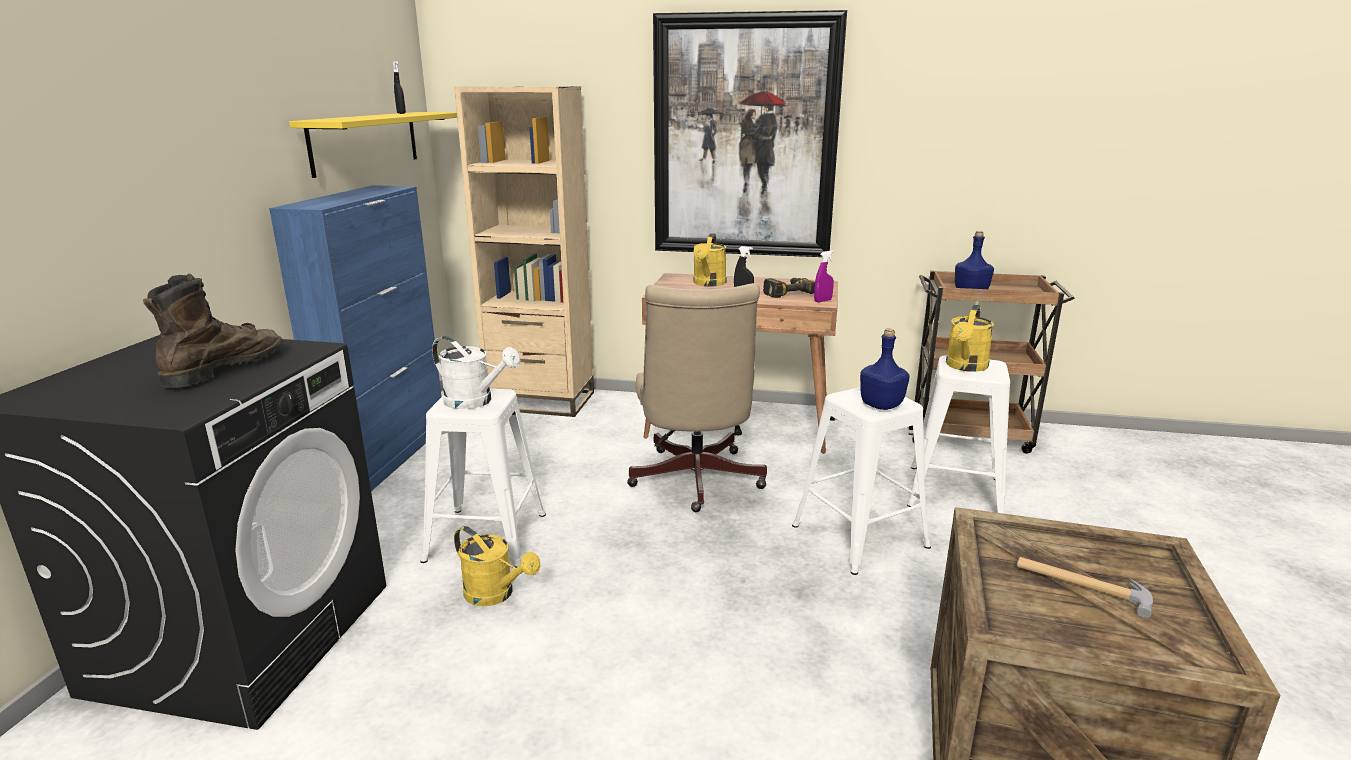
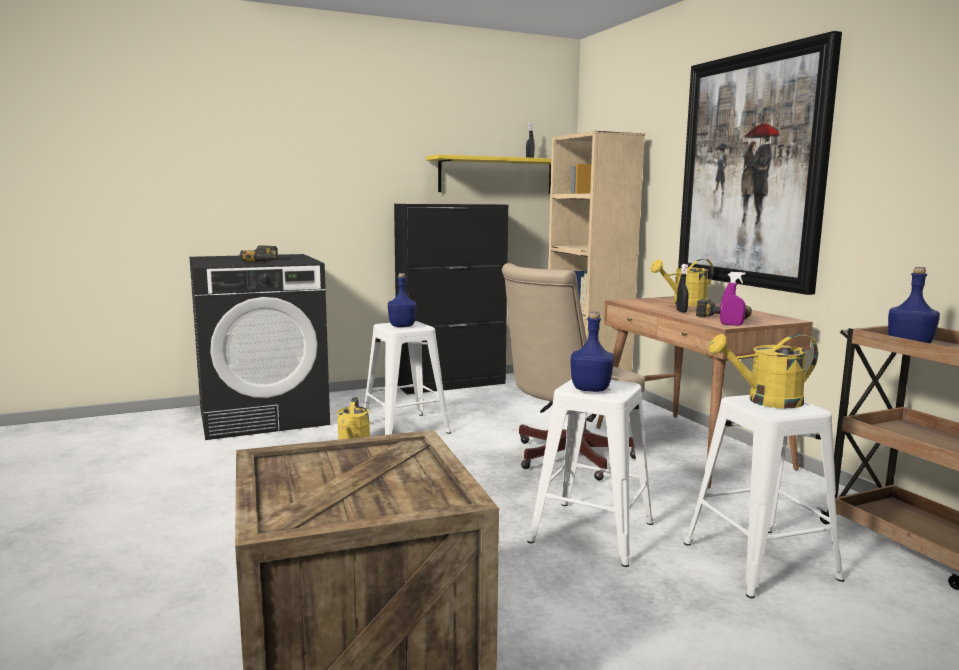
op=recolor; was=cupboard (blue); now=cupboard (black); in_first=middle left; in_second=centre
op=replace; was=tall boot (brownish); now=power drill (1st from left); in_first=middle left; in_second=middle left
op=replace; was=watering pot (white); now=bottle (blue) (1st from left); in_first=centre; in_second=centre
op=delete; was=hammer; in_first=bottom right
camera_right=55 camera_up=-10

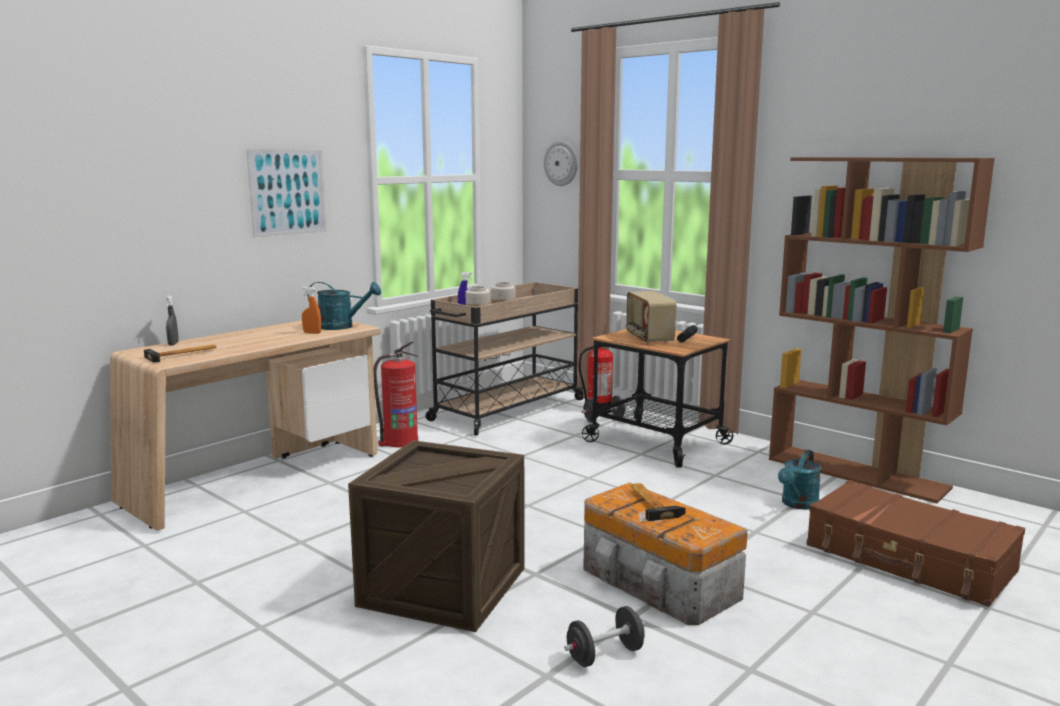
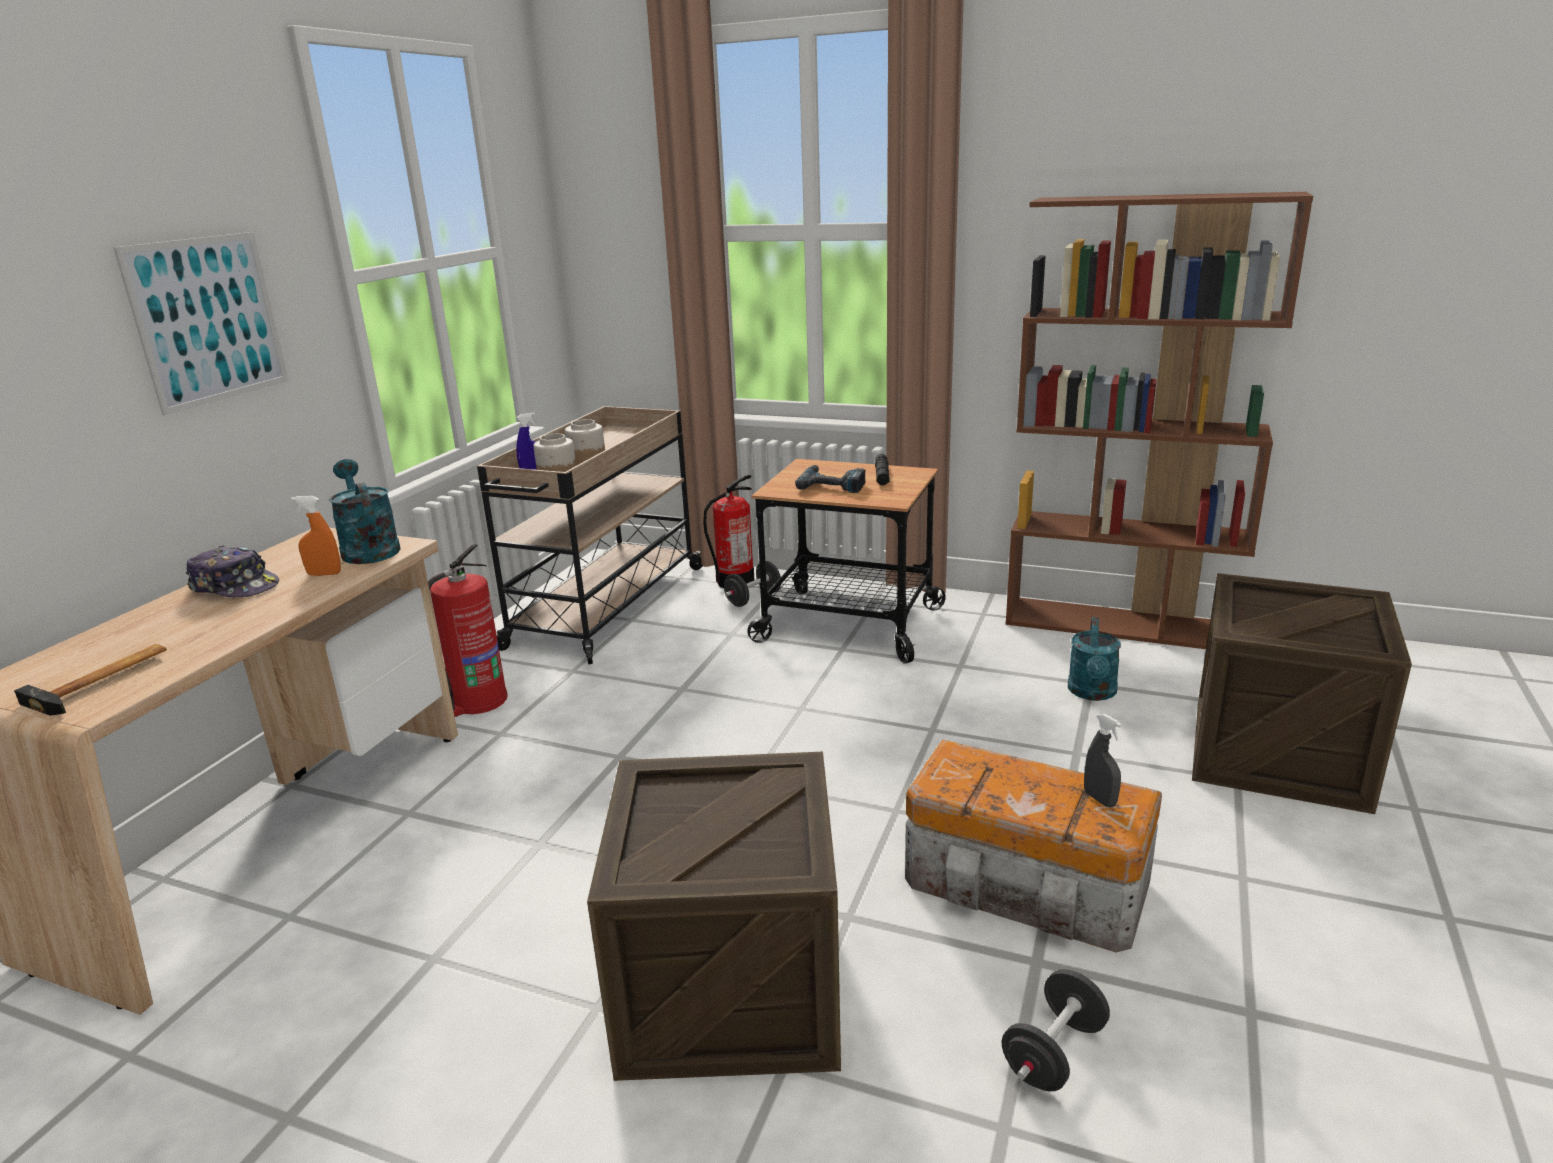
op=delete; was=wall clock; in_first=top centre
op=rotate; was=watering pot (turquoise-coloured) (1st from left); in_first=middle left; in_second=middle left; clockwise=-105
op=replace; was=radio set; now=power drill; in_first=centre; in_second=centre
op=move; was=hand sprayer (grey); in_first=middle left; in_second=middle right
op=replace; was=travel case (brownish); now=crate (2nd from left); in_first=bottom right; in_second=middle right
op=delete; was=hammer (2nd from left); in_first=bottom centre
op=insert; now=baseball cap; in_second=middle left
camera_right=-20 camera_up=10

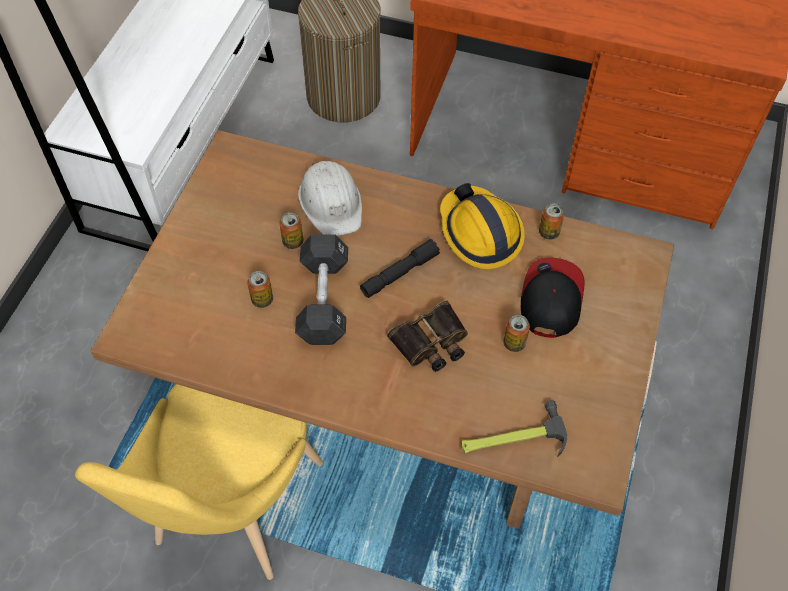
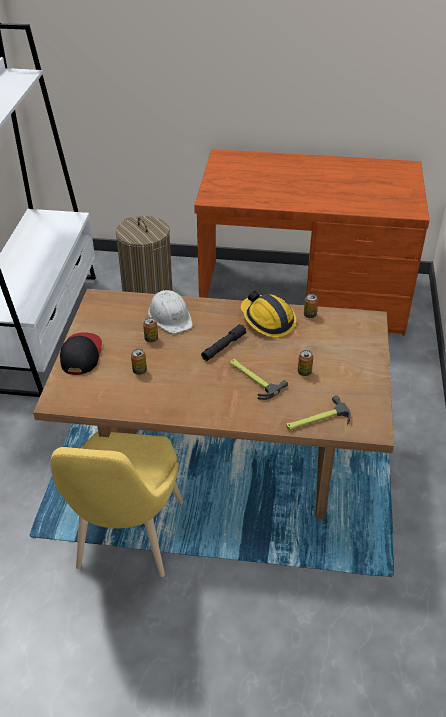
op=delete; was=dumbbell (black); in_first=centre
op=move; was=baseball cap; in_first=middle right; in_second=middle left
op=replace; was=binoculars; now=hammer (1st from left); in_first=centre; in_second=centre
camera_right=-10 camera_up=-15

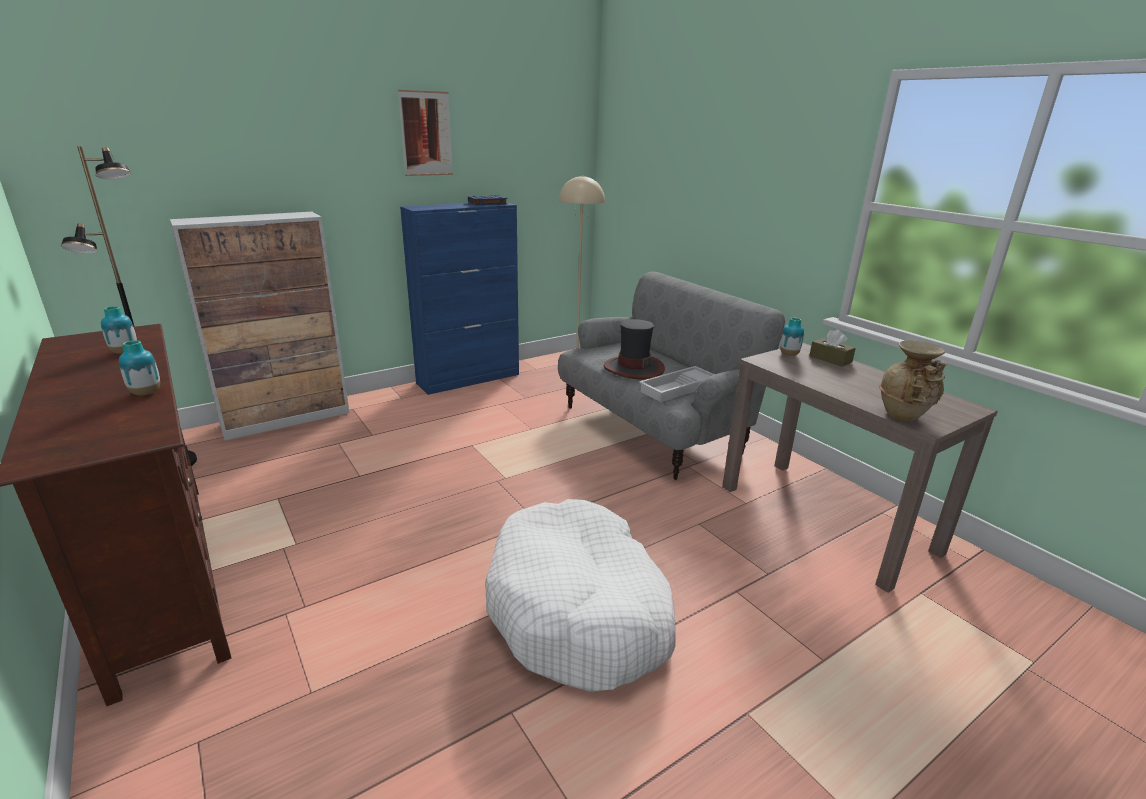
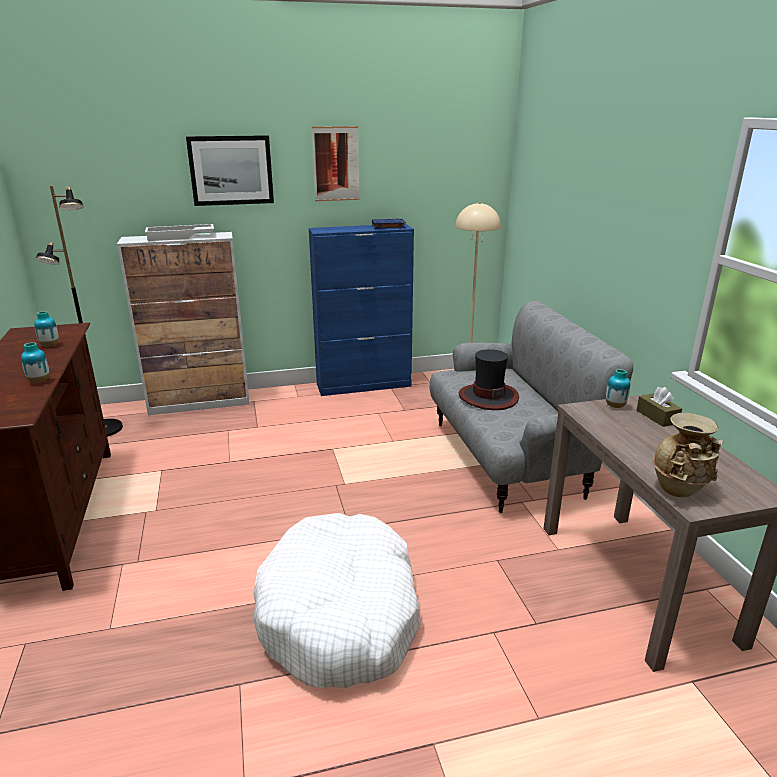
op=move; was=serving tray (white); in_first=centre; in_second=top left
op=insert; now=picture (1st from left); in_second=top left
camera_right=20 camera_up=0

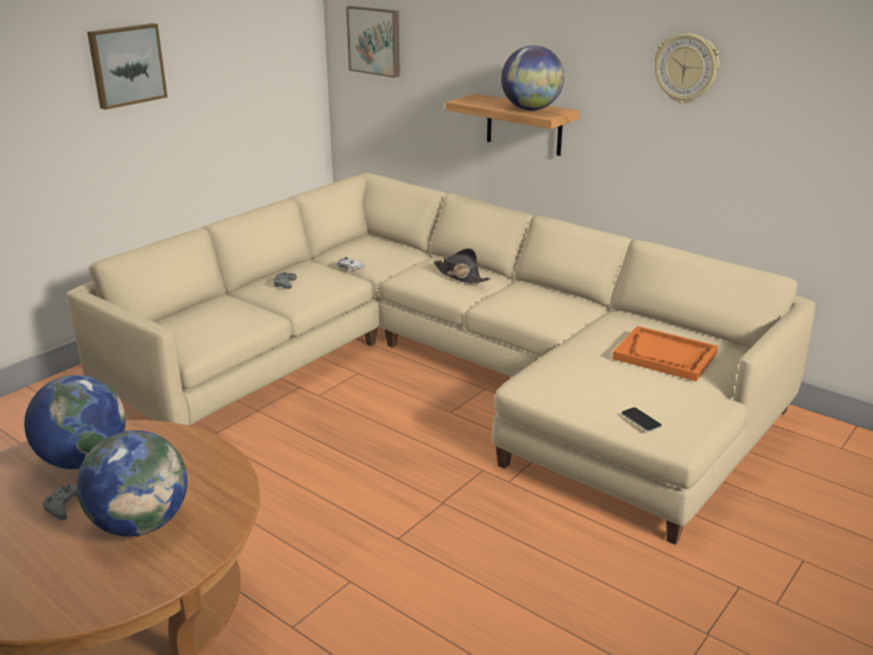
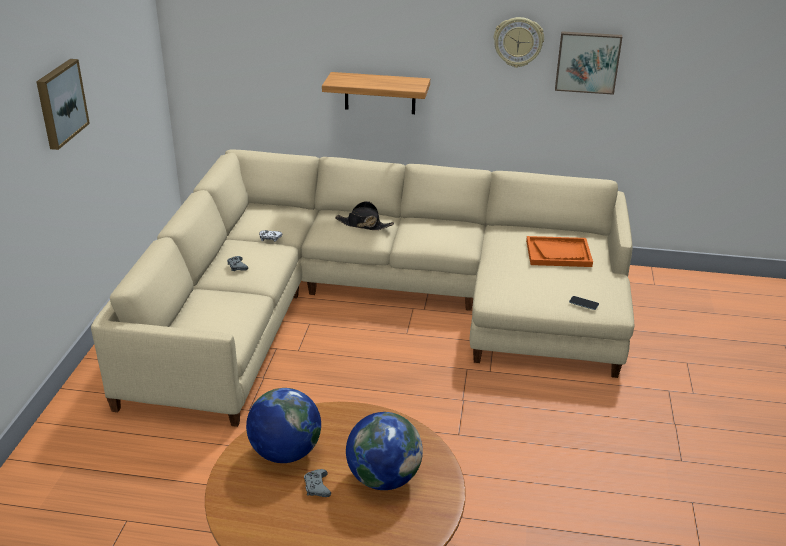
op=move; was=picture (2nd from left); in_first=top centre; in_second=top right
op=delete; was=world globe (3rd from left); in_first=top centre
camera_right=-30 camera_up=5

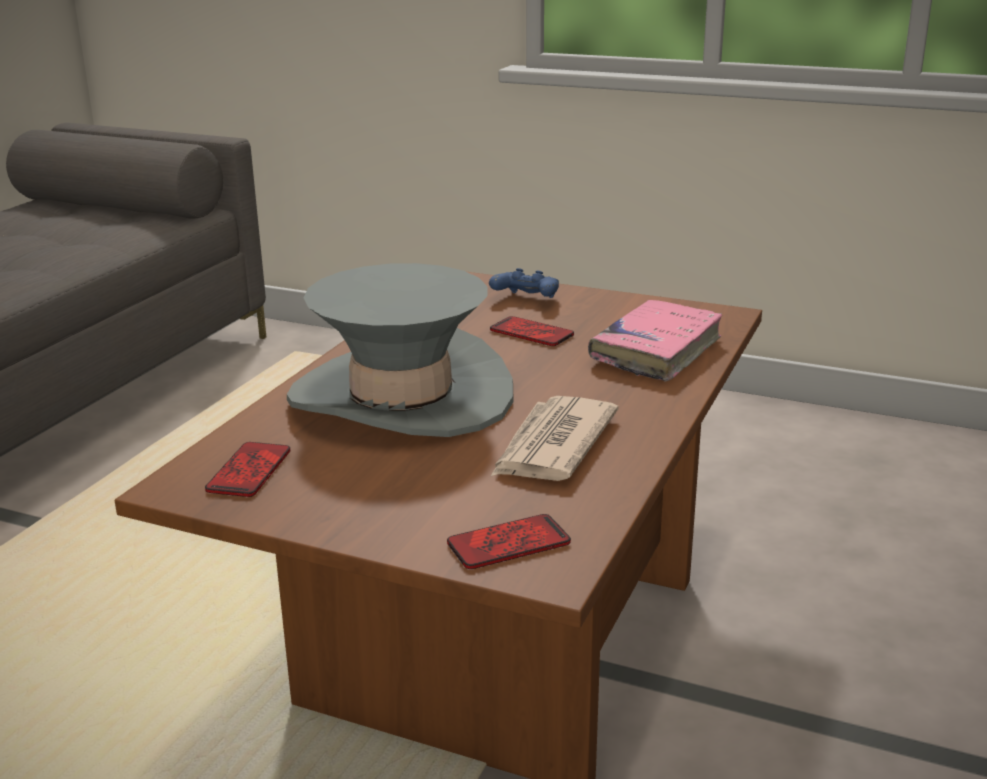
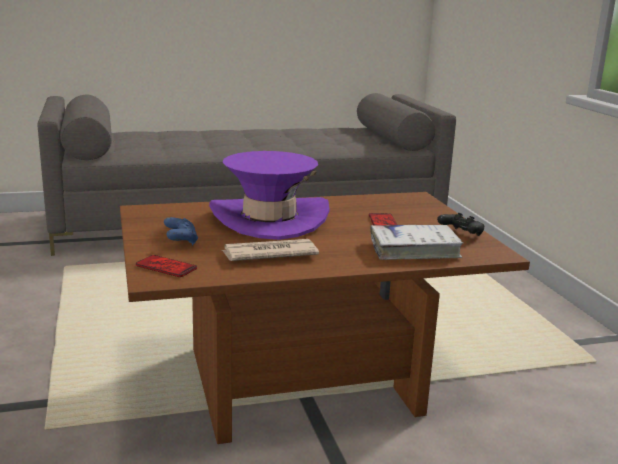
op=recolor; was=wearable hat (grey); now=wearable hat (purplish); in_first=centre; in_second=centre
op=move; was=game controller (blue); in_first=centre; in_second=middle left
op=recolor; was=volume (pinkish); now=volume (white); in_first=centre; in_second=middle right
op=delete; was=telephone (1st from left); in_first=middle left
op=insert; now=game controller (black); in_second=middle right
camera_right=50 camera_up=-5

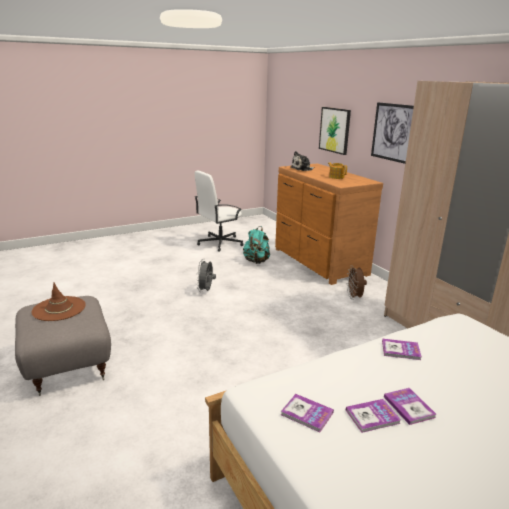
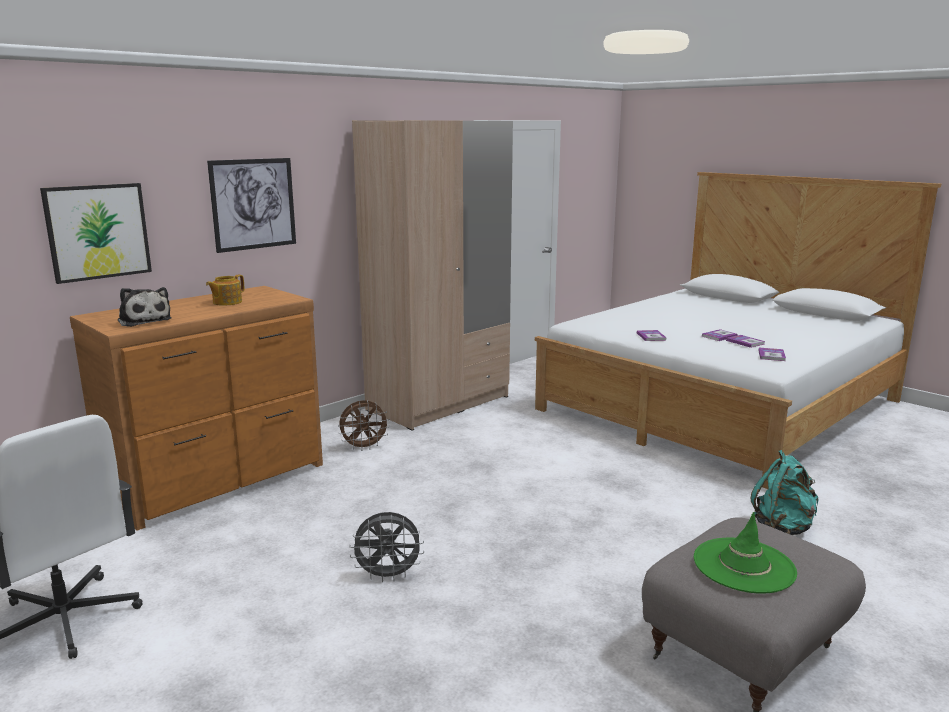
op=move; was=backpack (turquoise-coloured); in_first=centre; in_second=bottom right
op=recolor; was=wearable hat (brownish); now=wearable hat (green-coloured); in_first=middle left; in_second=bottom right
camera_right=-105 camera_up=-5

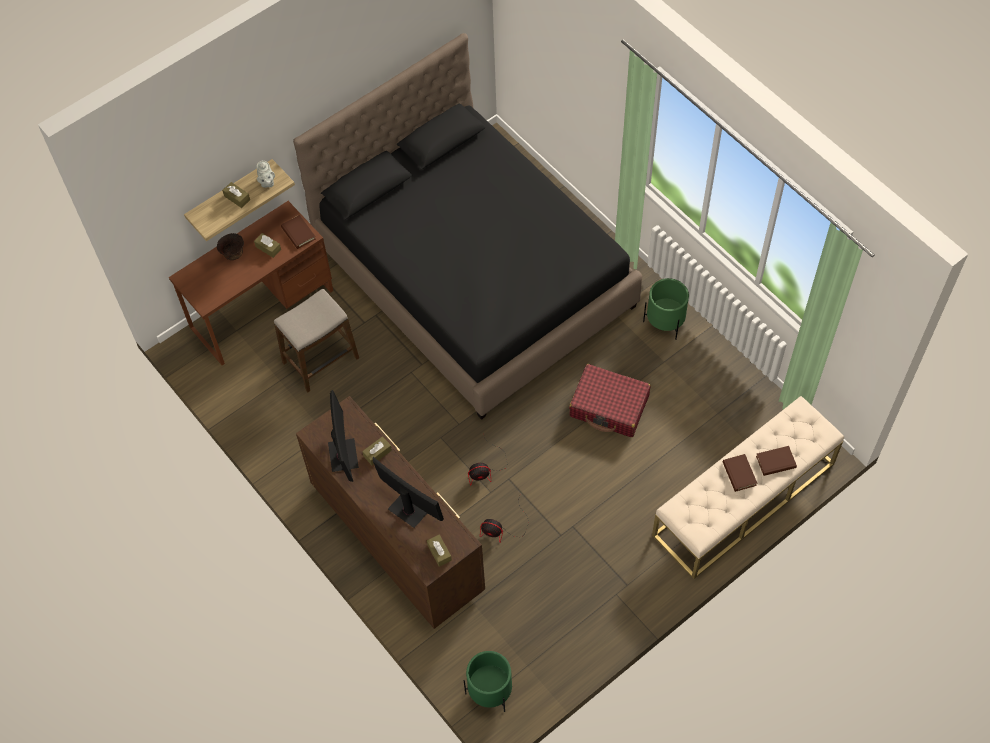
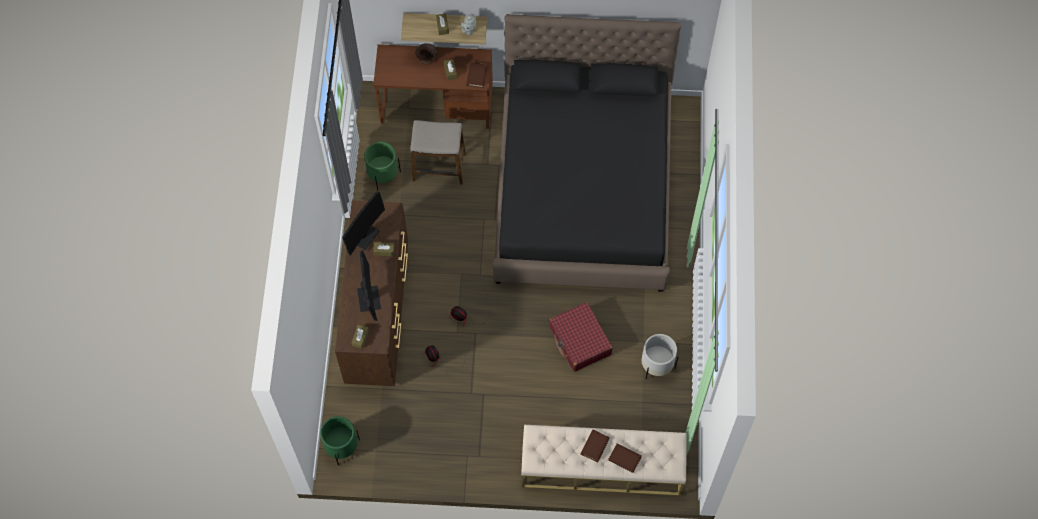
op=move; was=plant pot (green-coloured) (2nd from left); in_first=middle right; in_second=top centre
op=insert; now=plant pot (white); in_second=bottom centre
camera_right=40 camera_up=5

